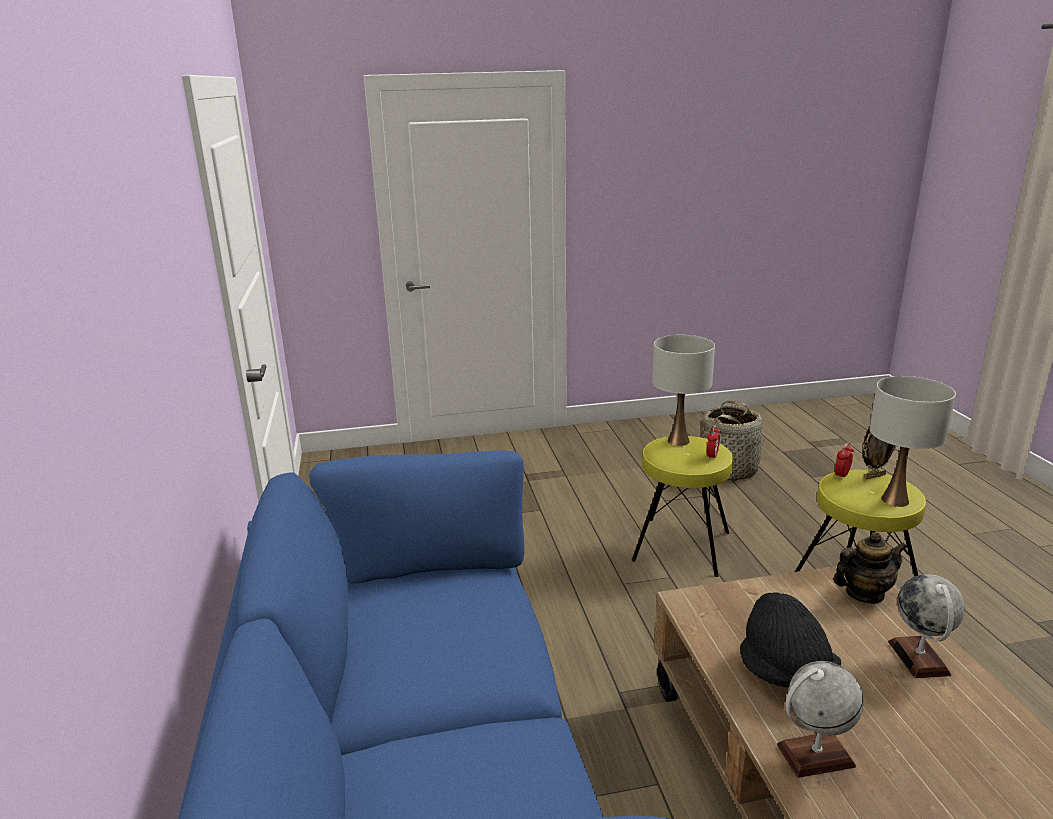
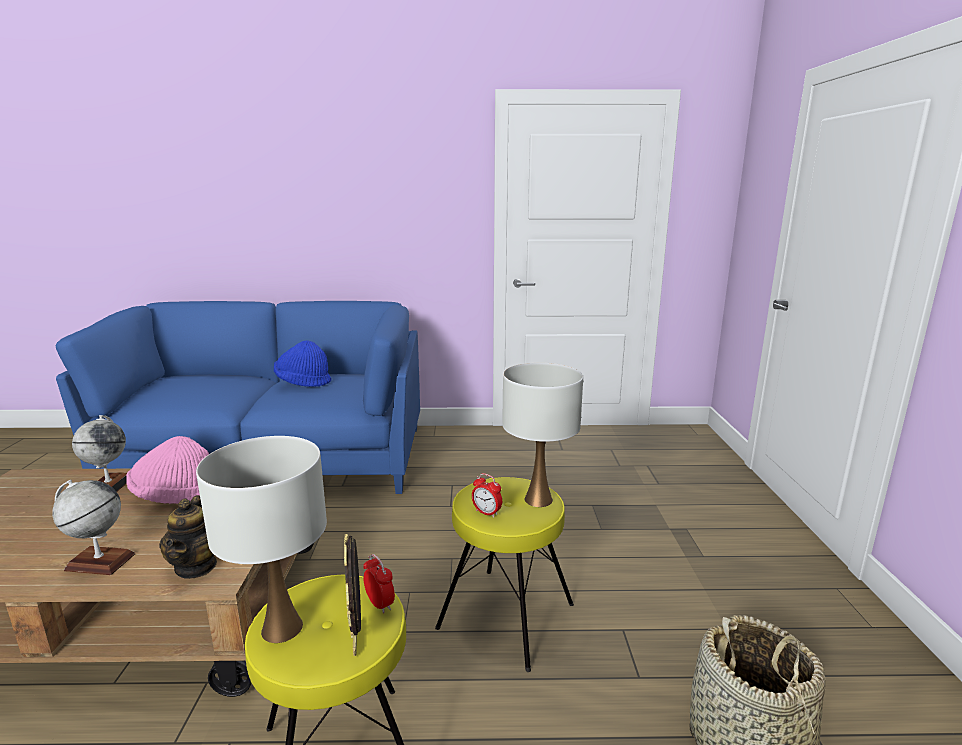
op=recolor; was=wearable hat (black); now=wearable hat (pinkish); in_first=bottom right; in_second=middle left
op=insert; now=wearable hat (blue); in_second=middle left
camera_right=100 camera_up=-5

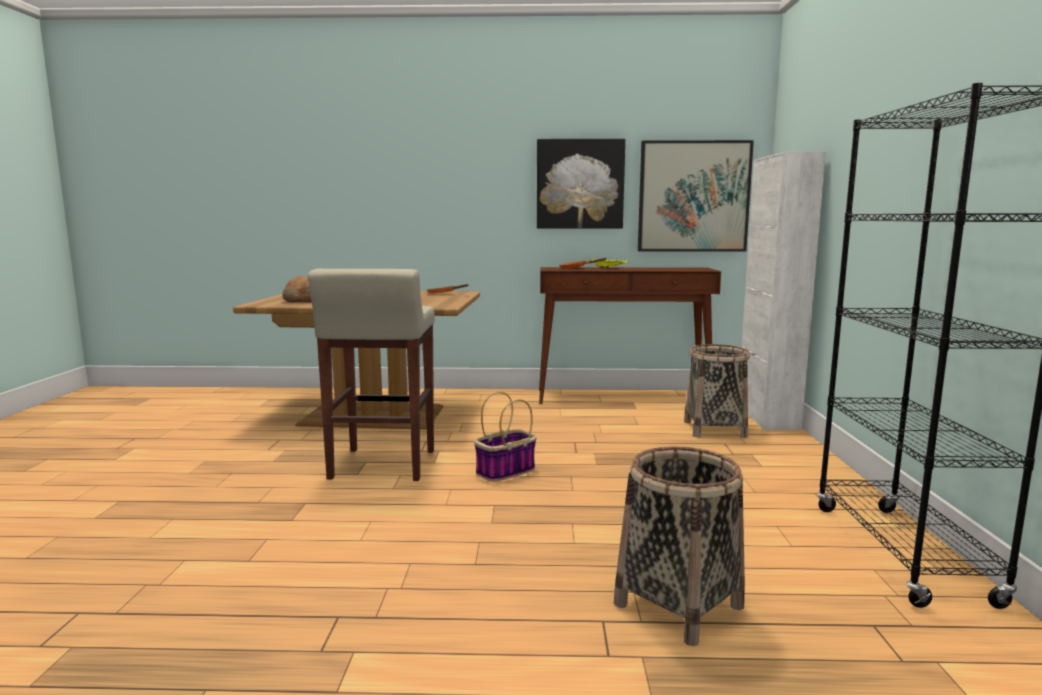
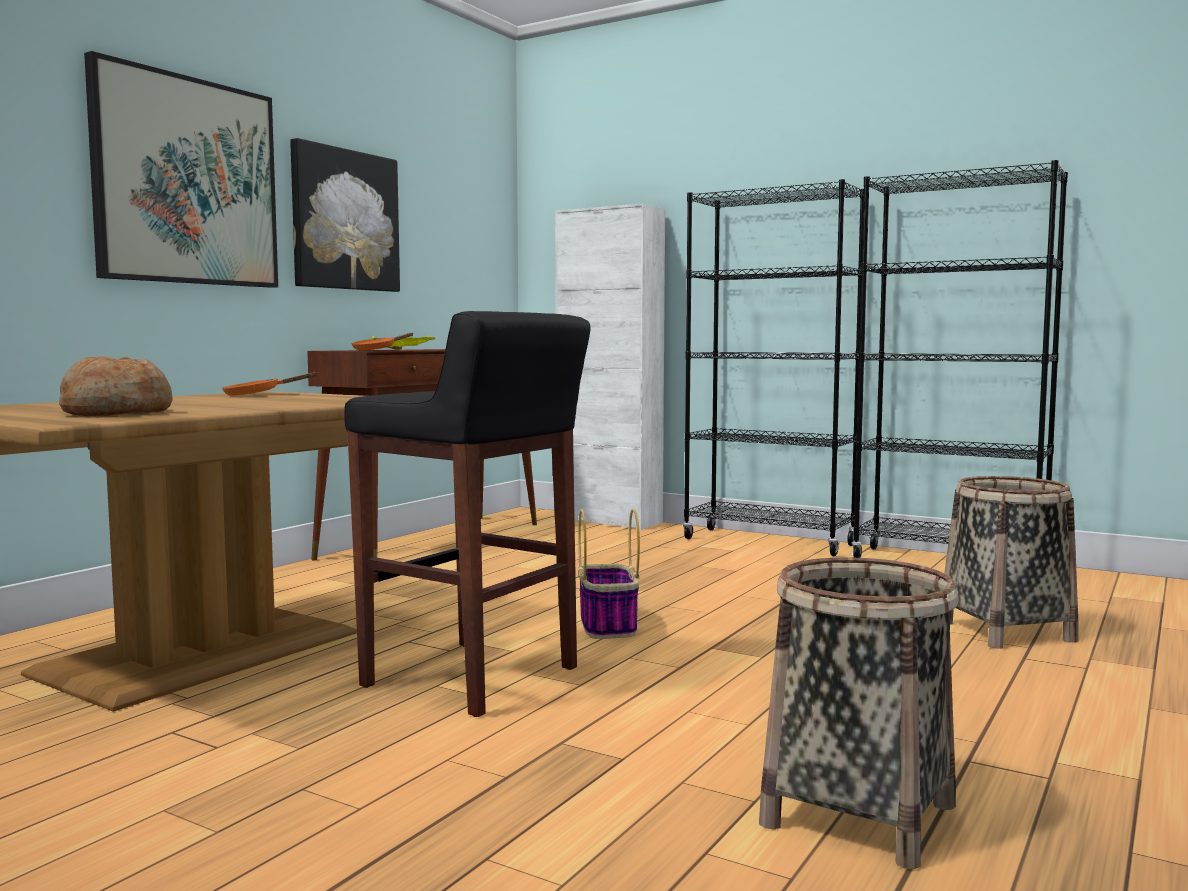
op=move; was=picture (2nd from left in the first image); now=picture (1st from left); in_first=top right; in_second=top left
op=recolor; was=stool (beige); now=stool (black); in_first=centre; in_second=centre
op=move; was=household basket (3rd from left in the first image); now=household basket (2nd from left); in_first=middle right; in_second=bottom right
op=insert; now=shelving unit (black) (1st from left); in_second=centre
camera_right=-60 camera_up=-5

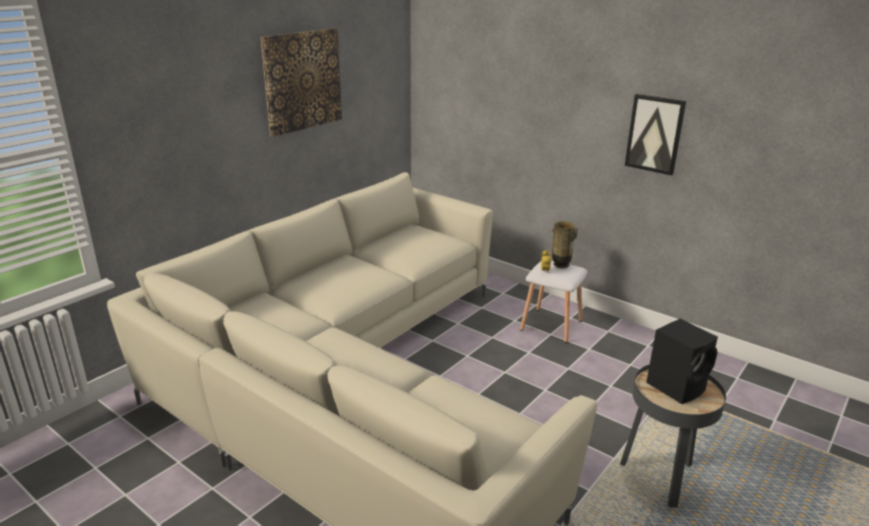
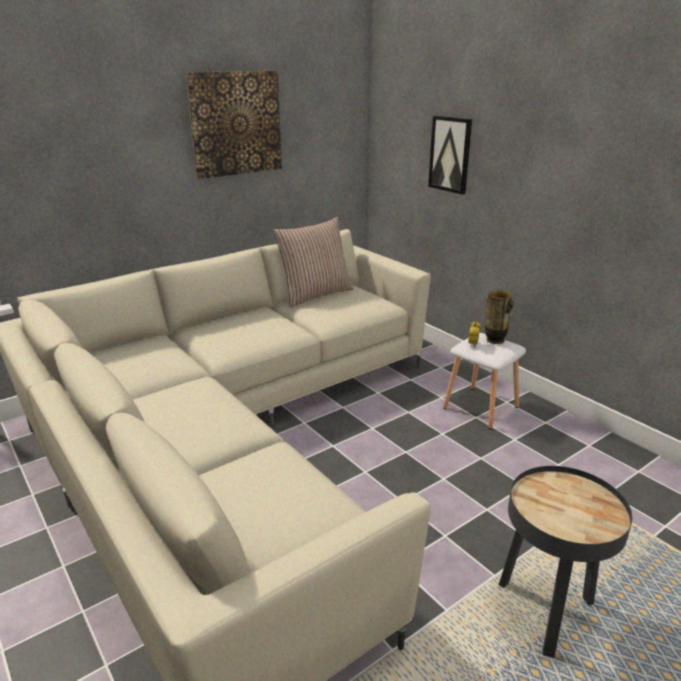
op=move; was=picture (2nd from left); in_first=top right; in_second=top centre
op=delete; was=audio speaker (black); in_first=bottom right
op=insert; now=throw pillow; in_second=centre
camera_right=15 camera_up=0

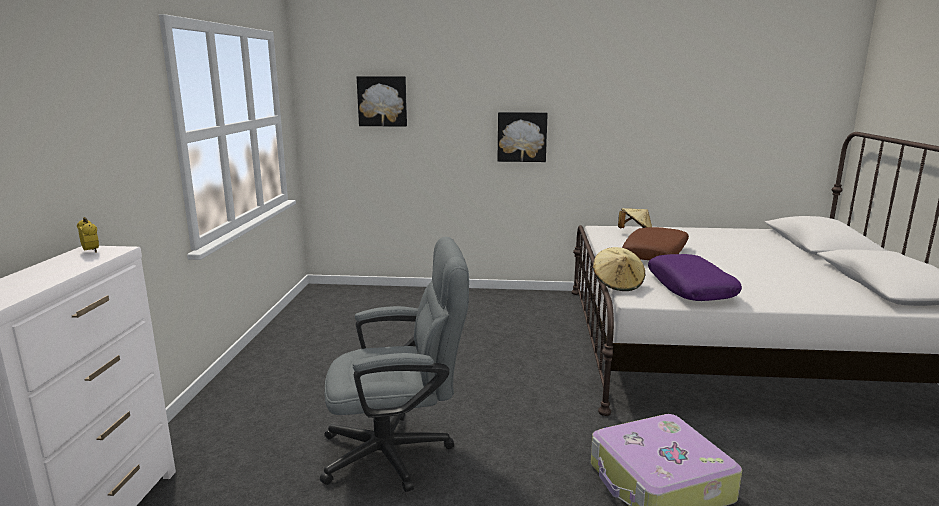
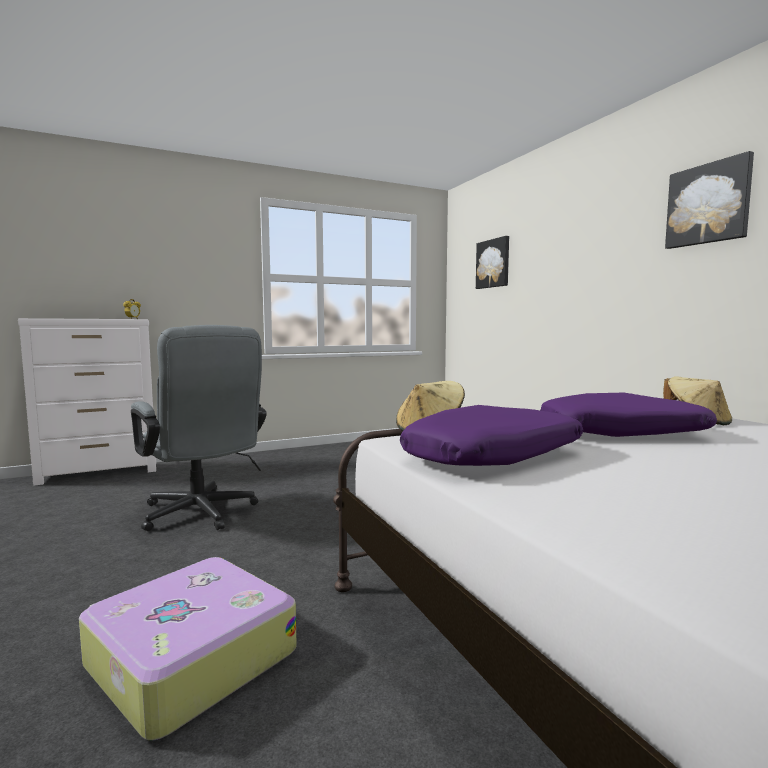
op=move; was=picture (2nd from left); in_first=top centre; in_second=top right
op=recolor; was=throw pillow (brownish); now=throw pillow (purplish) (2nd from left); in_first=middle right; in_second=middle right
camera_right=60 camera_up=-10

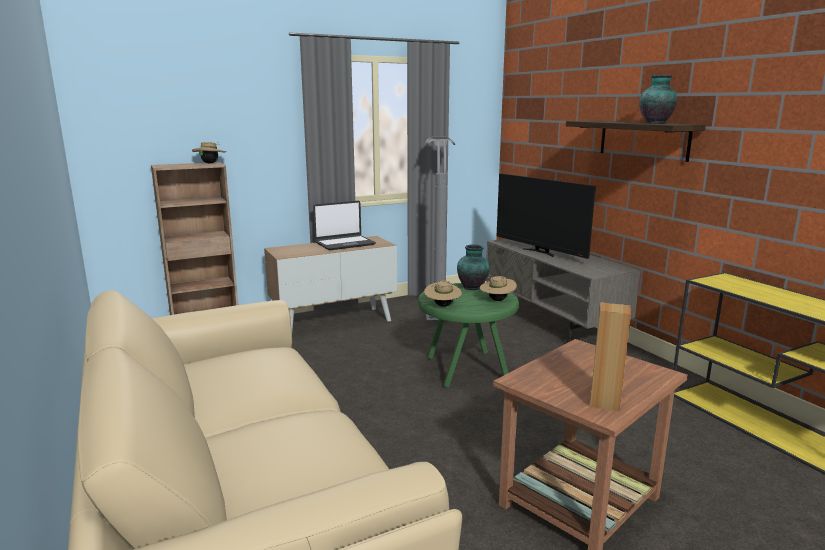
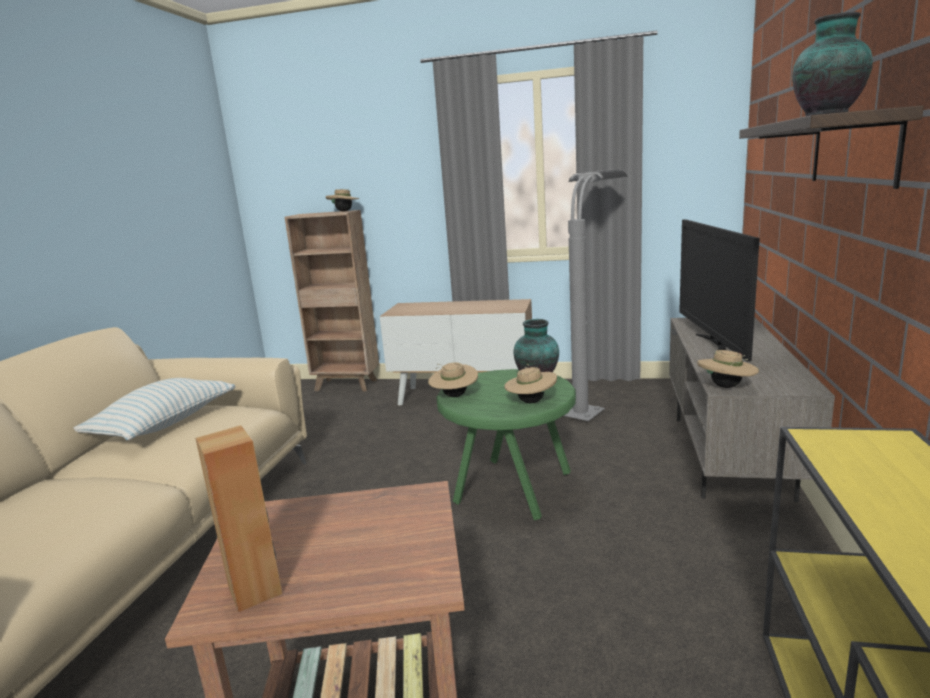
op=delete; was=notebook computer; in_first=centre
op=insert; now=wearable hat (beige) (4th from left); in_second=middle right
op=insert; now=throw pillow; in_second=middle left
camera_right=40 camera_up=0

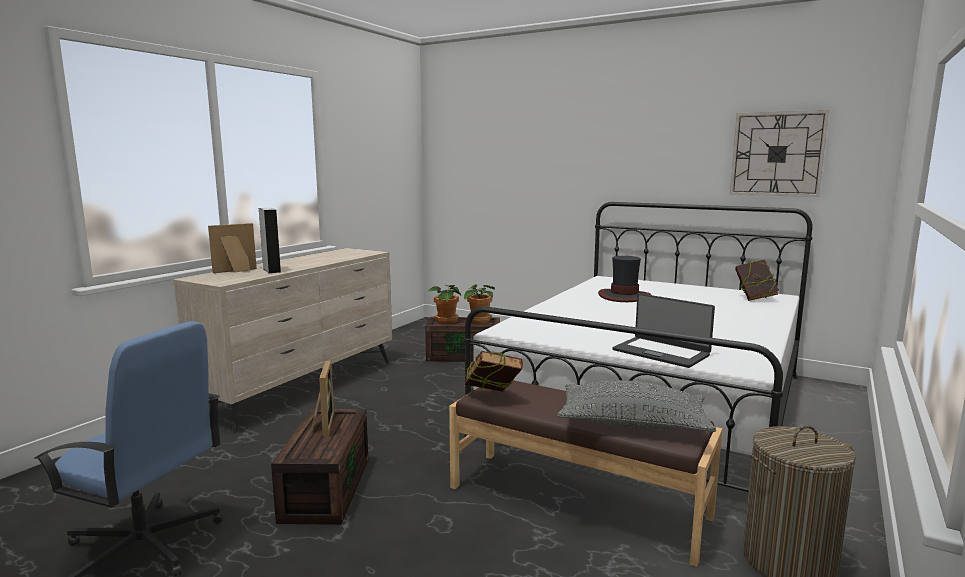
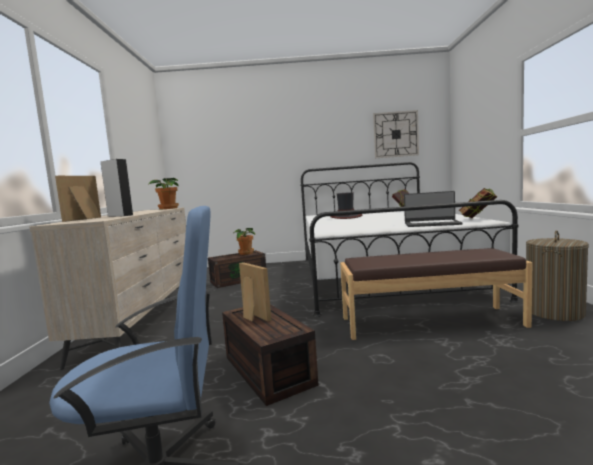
op=move; was=houseplant (1st from left); in_first=centre; in_second=middle left
op=move; was=volume (1st from left in the first image); now=volume (2nd from left); in_first=centre; in_second=middle right
op=delete; was=throw pillow (grey); in_first=bottom centre
camera_right=-30 camera_up=-5

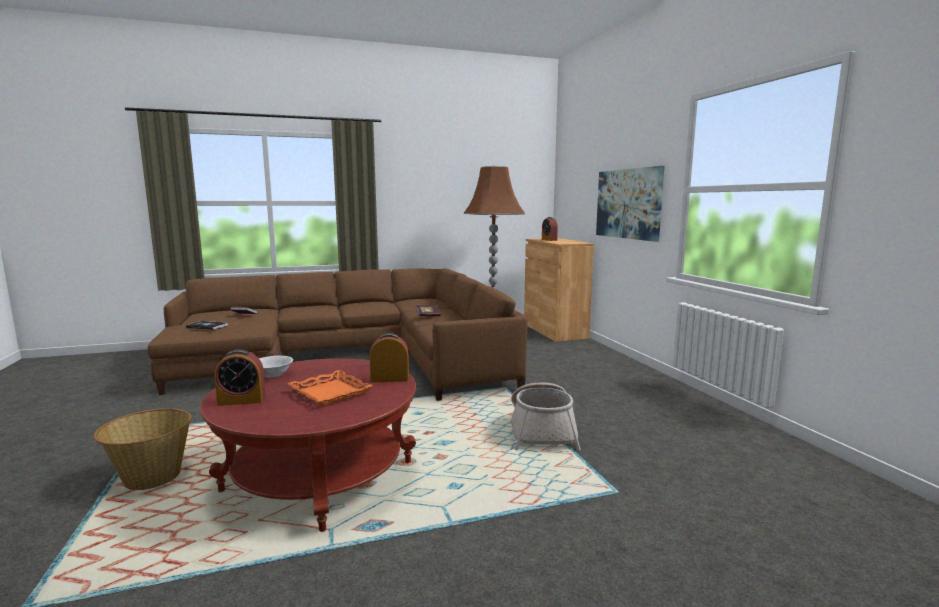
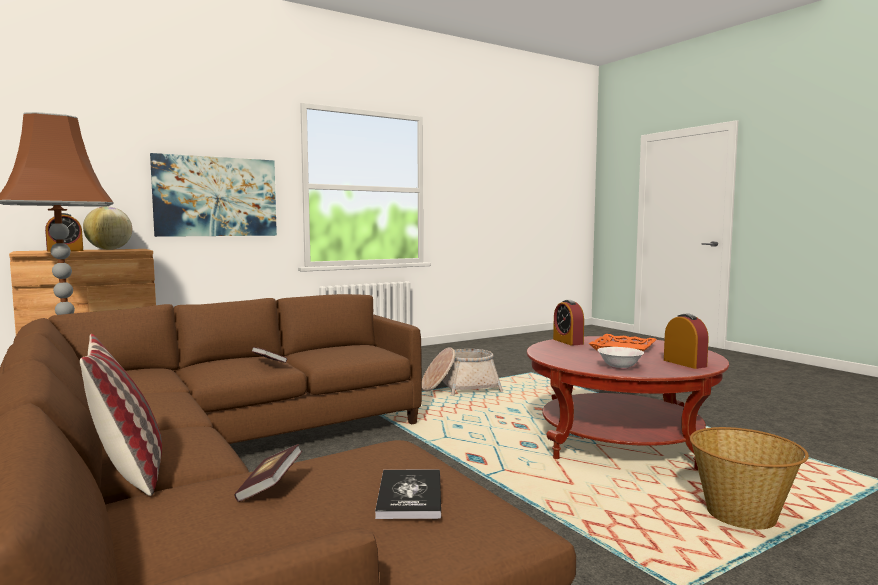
op=insert; now=world globe; in_second=middle left
op=insert; now=throw pillow; in_second=bottom left
camera_right=-105 camera_up=-5

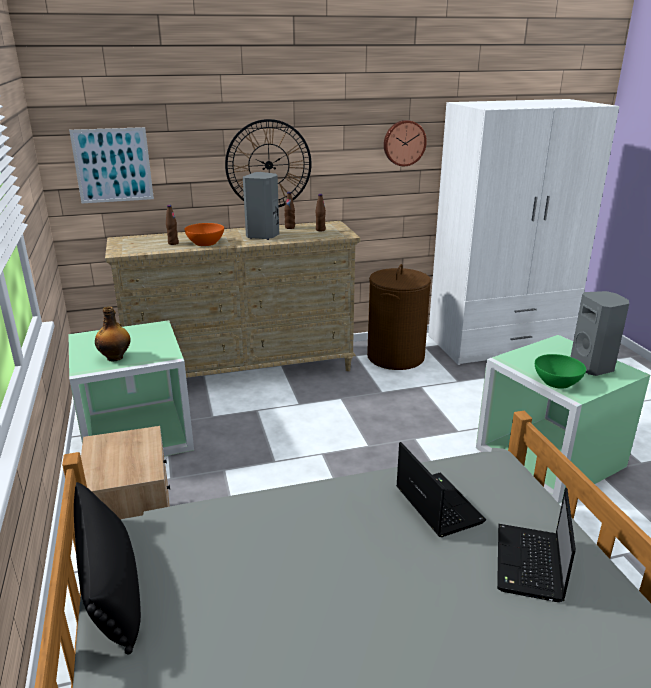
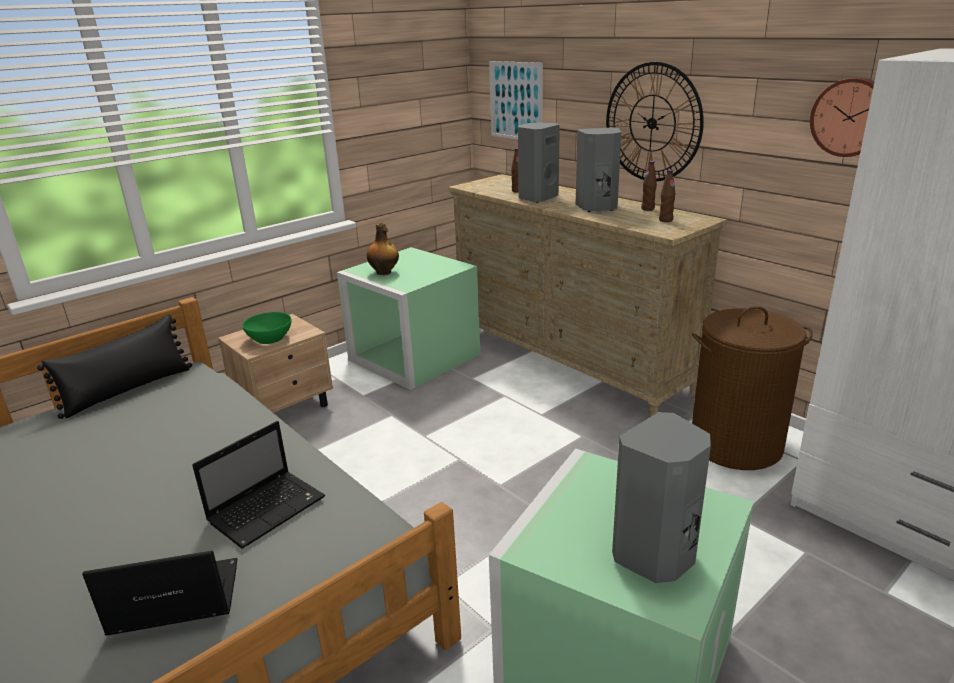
op=replace; was=deep dish (orangey); now=audio speaker (grey) (1st from left); in_first=middle left; in_second=top centre
op=move; was=deep dish (green-coloured); in_first=middle right; in_second=middle left
camera_right=65 camera_up=0

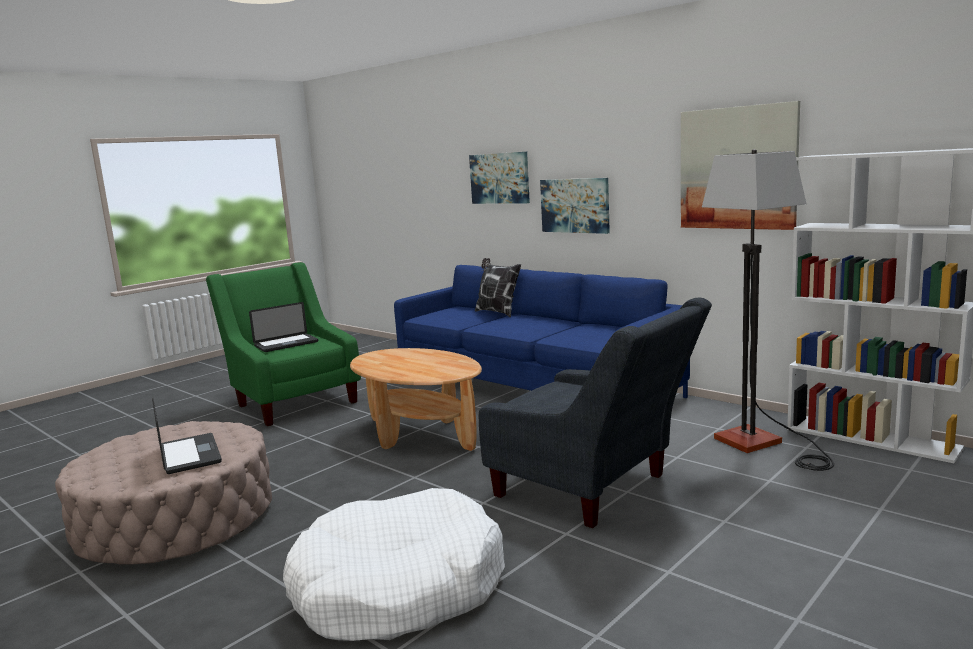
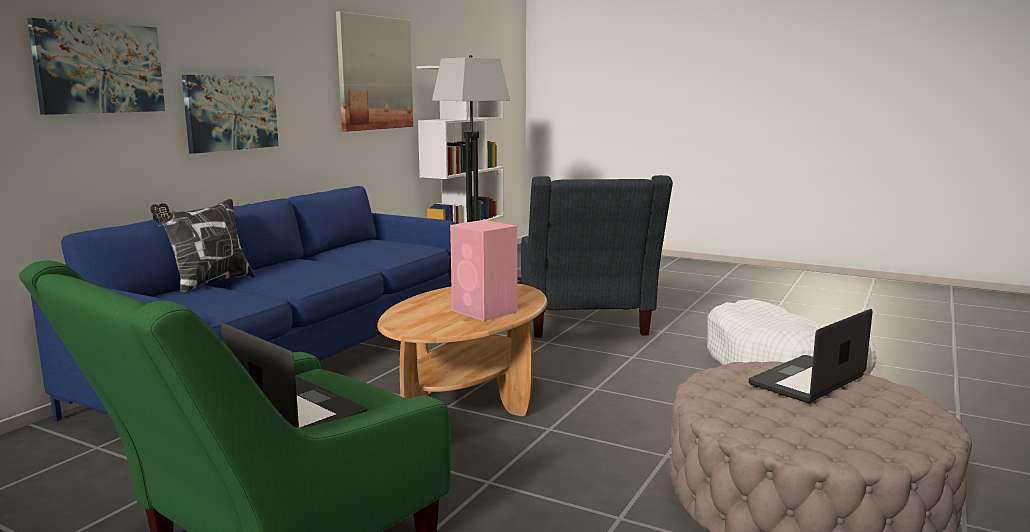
op=rotate; was=easy chair (grey); in_first=centre; in_second=centre; clockwise=150
op=insert; now=audio speaker (pinkish); in_second=centre
camera_right=-105 camera_up=0

